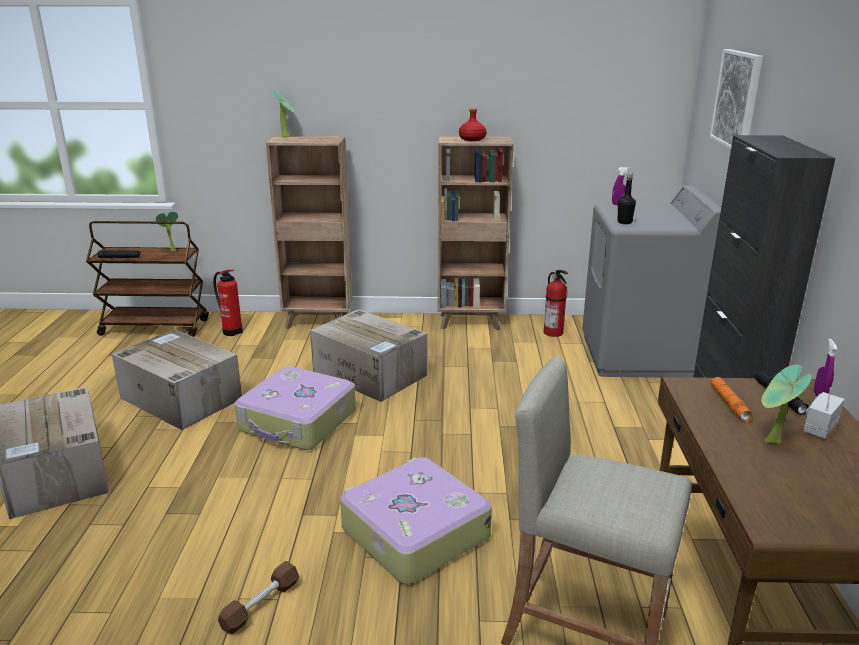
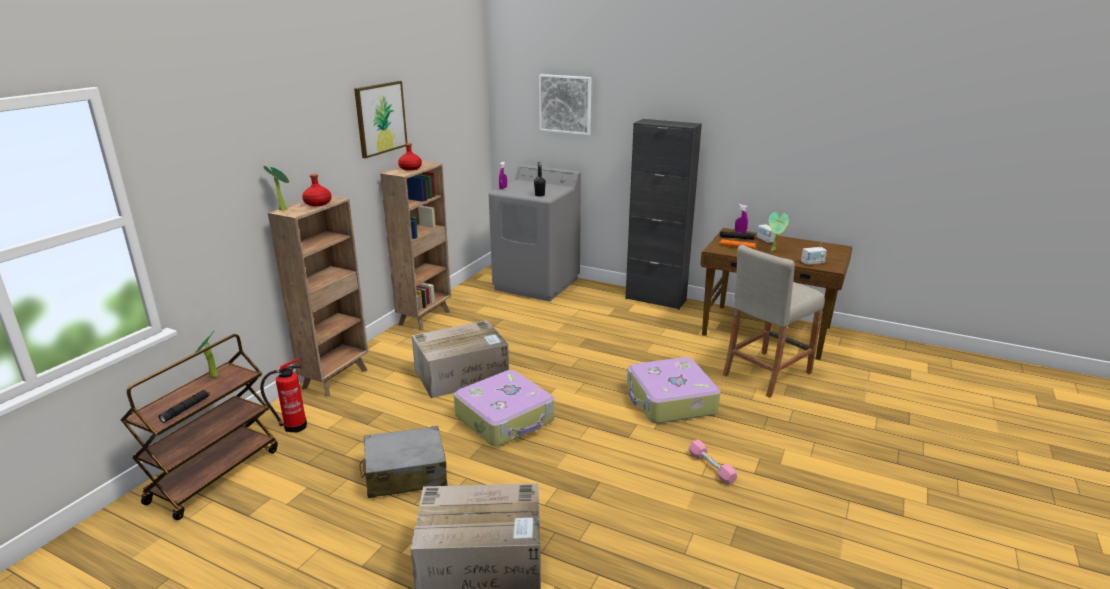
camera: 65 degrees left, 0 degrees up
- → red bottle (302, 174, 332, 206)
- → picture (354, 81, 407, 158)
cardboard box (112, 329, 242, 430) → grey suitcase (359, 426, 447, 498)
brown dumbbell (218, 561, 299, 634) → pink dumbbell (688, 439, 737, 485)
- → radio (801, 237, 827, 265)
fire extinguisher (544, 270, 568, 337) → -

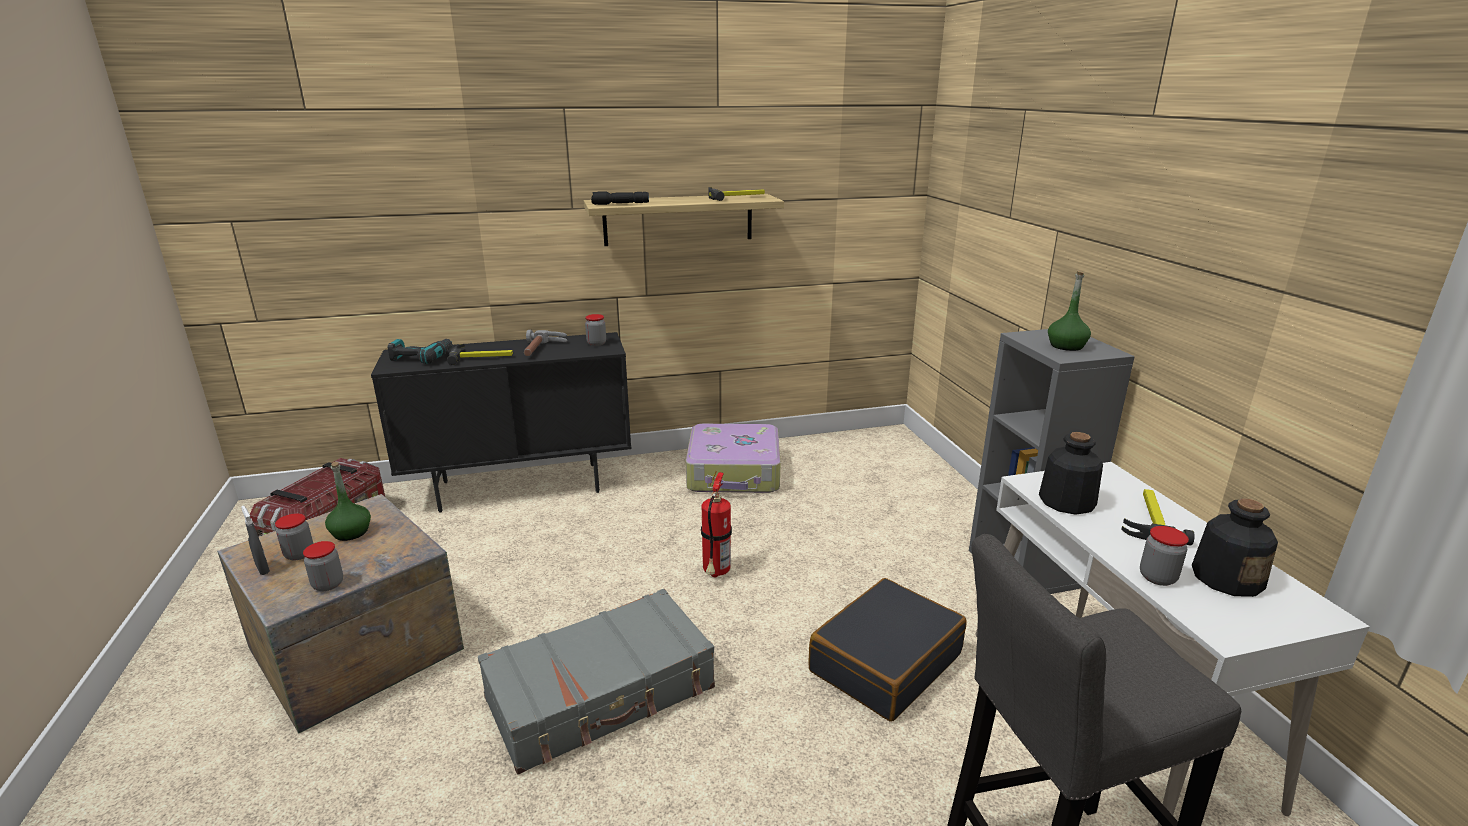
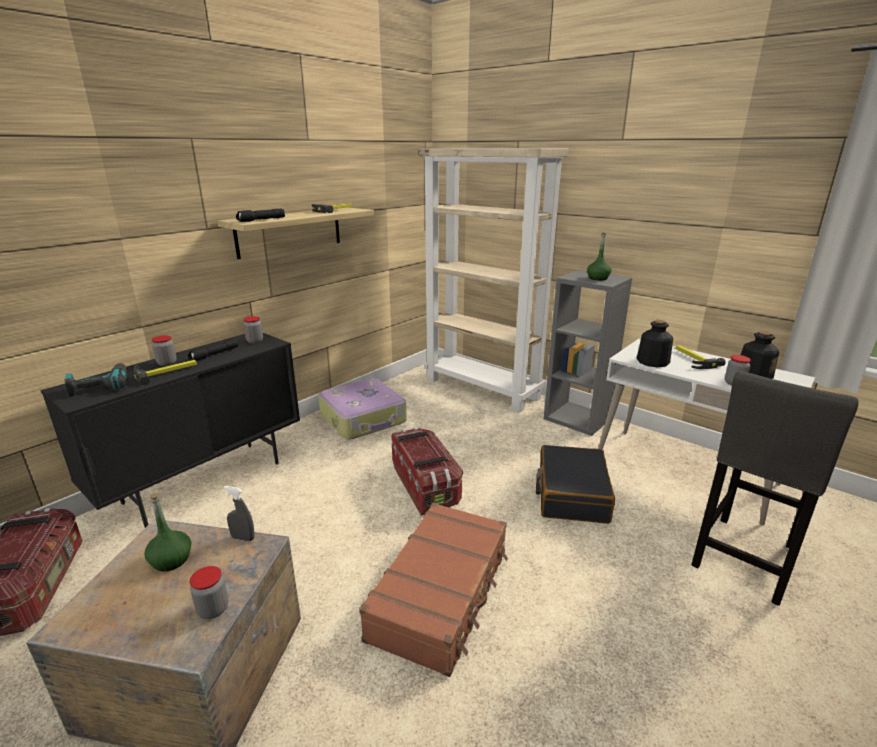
camera: 35 degrees left, 0 degrees up
jar (275, 513, 314, 561) → jar (152, 335, 176, 366), relocated
hammer (524, 330, 567, 356) → black flashlight (188, 339, 238, 361)
grey spray bottle (241, 506, 270, 575) → grey spray bottle (224, 486, 255, 541), relocated
grey suitcase (478, 589, 715, 775) → brown suitcase (359, 502, 508, 677)
fire extinguisher (701, 471, 732, 577) → storage box (391, 427, 463, 515)
- → beige bookcase (419, 148, 569, 413)

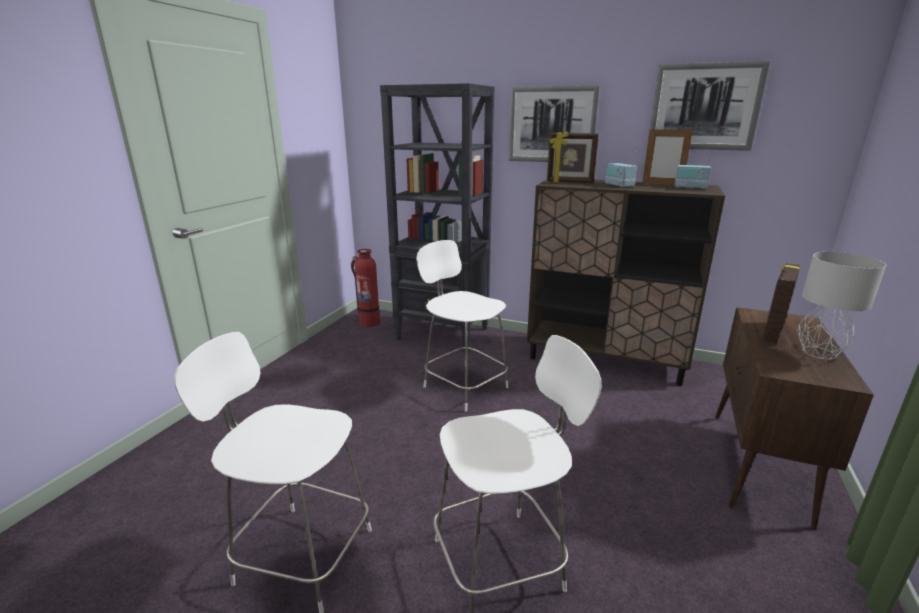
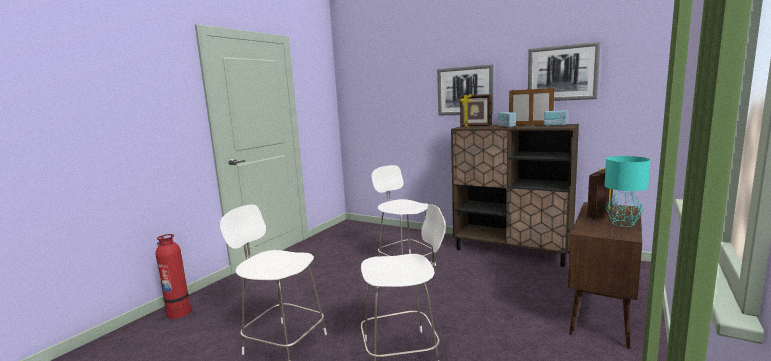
camera: 10 degrees right, 10 degrees down
fire extinguisher (351, 249, 380, 327) → fire extinguisher (156, 234, 191, 319), relocated
- → picture frame (509, 89, 534, 126)
grey table lamp (797, 252, 886, 359) → turquoise table lamp (604, 156, 650, 227)
black bookcase (380, 83, 495, 352) → -

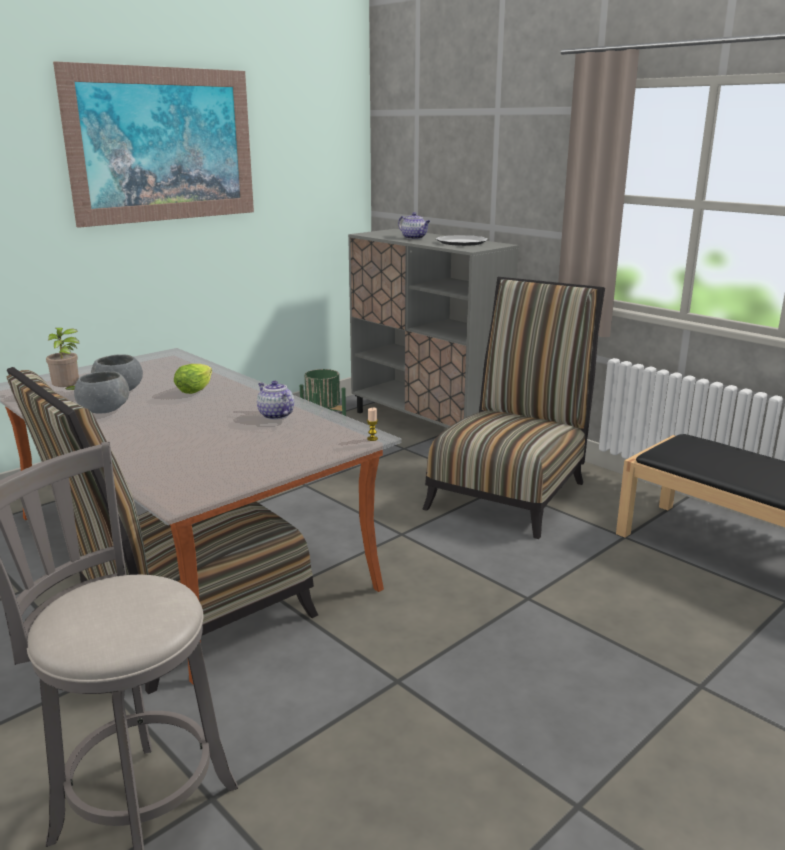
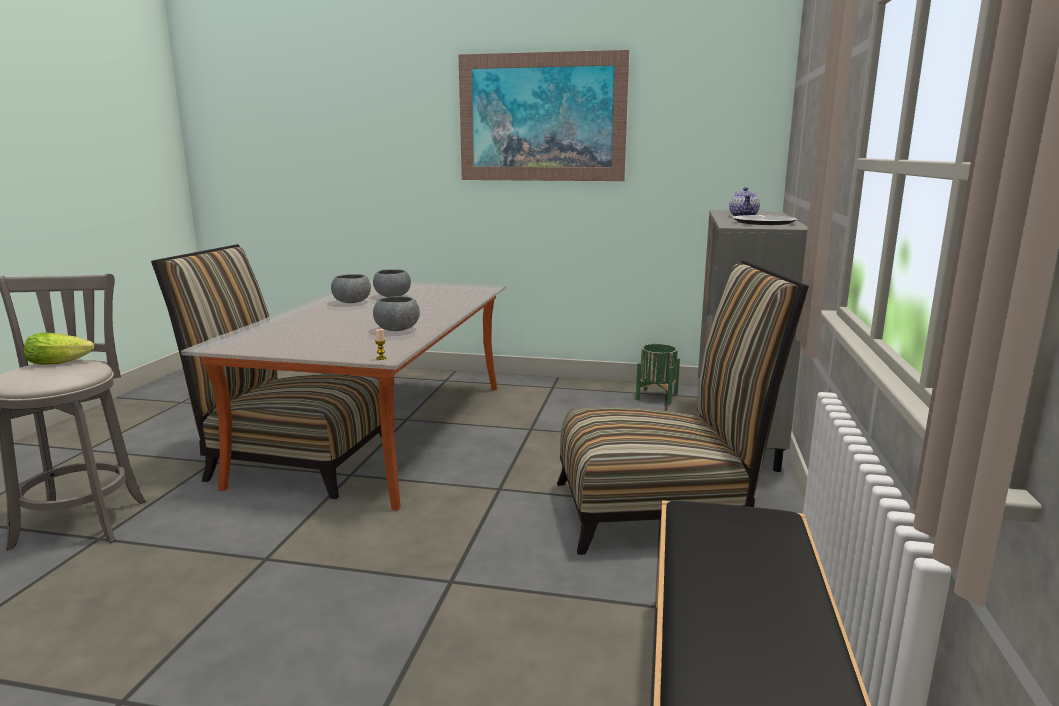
camera: 55 degrees right, 5 degrees down
lettuce (174, 364, 212, 394) → lettuce (23, 333, 94, 365), relocated
teapot (257, 381, 294, 420) → grey bowl (373, 296, 420, 331)
potted plant (46, 328, 79, 390) → -

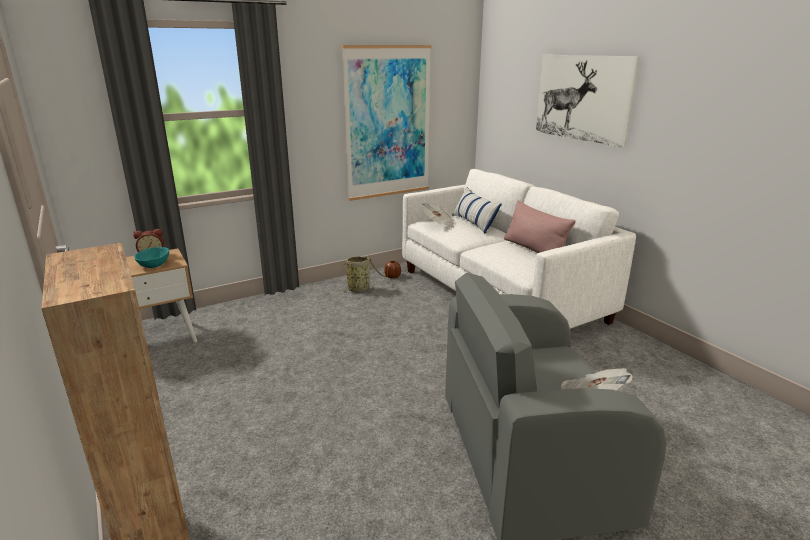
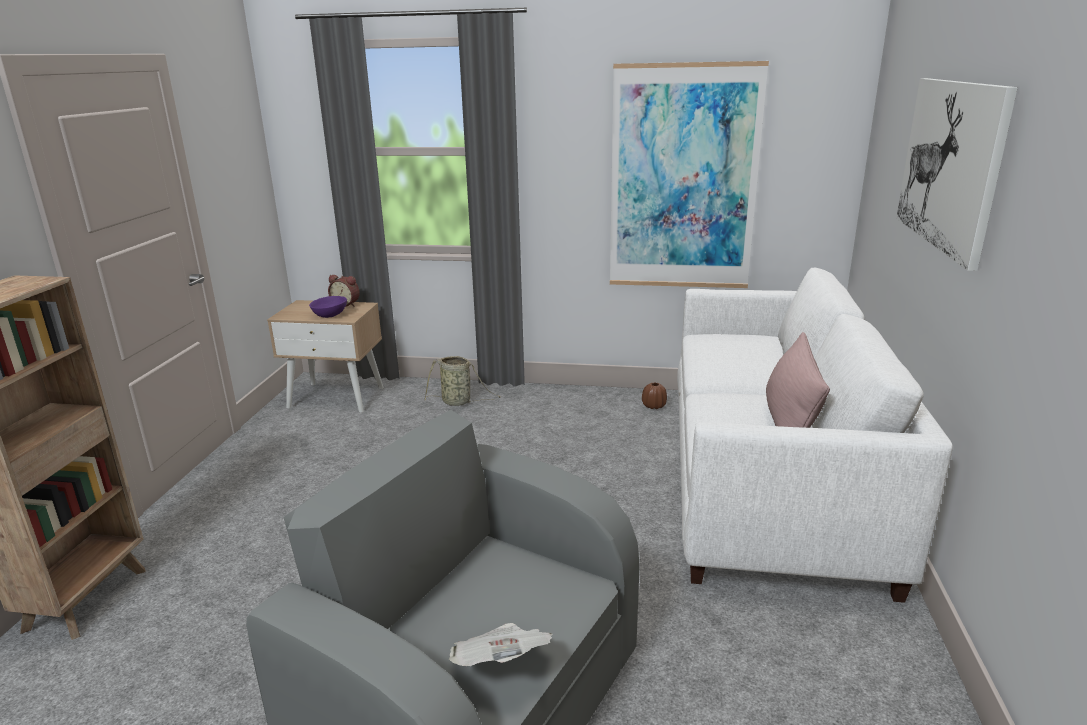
camera: 40 degrees right, 0 degrees up
turquoise bowl (134, 247, 169, 268) → purple bowl (309, 296, 347, 318)
basket (337, 256, 388, 293) → basket (424, 356, 500, 406), relocated
newspaper (422, 203, 454, 228) → -
pillow (452, 187, 502, 234) → -

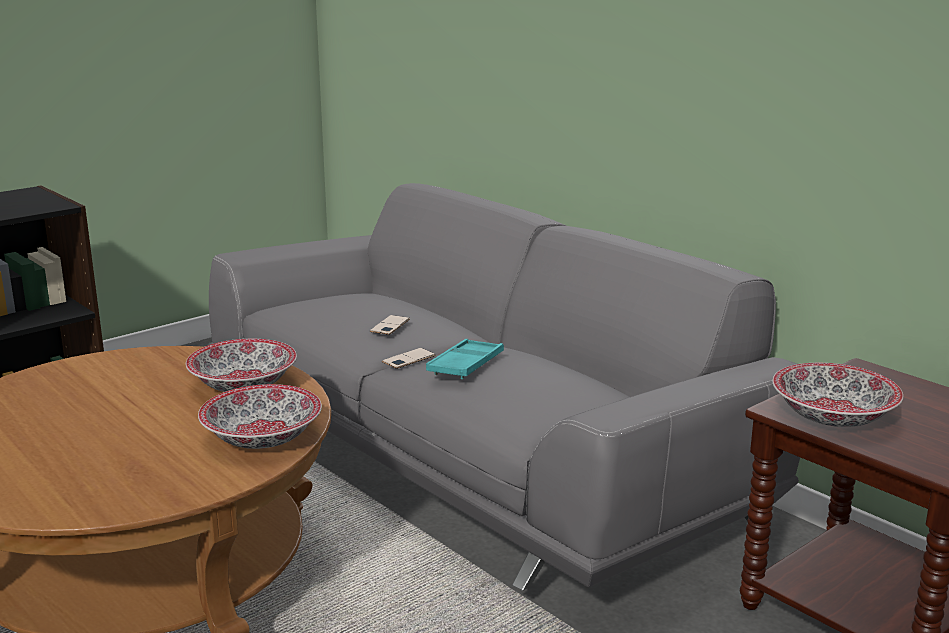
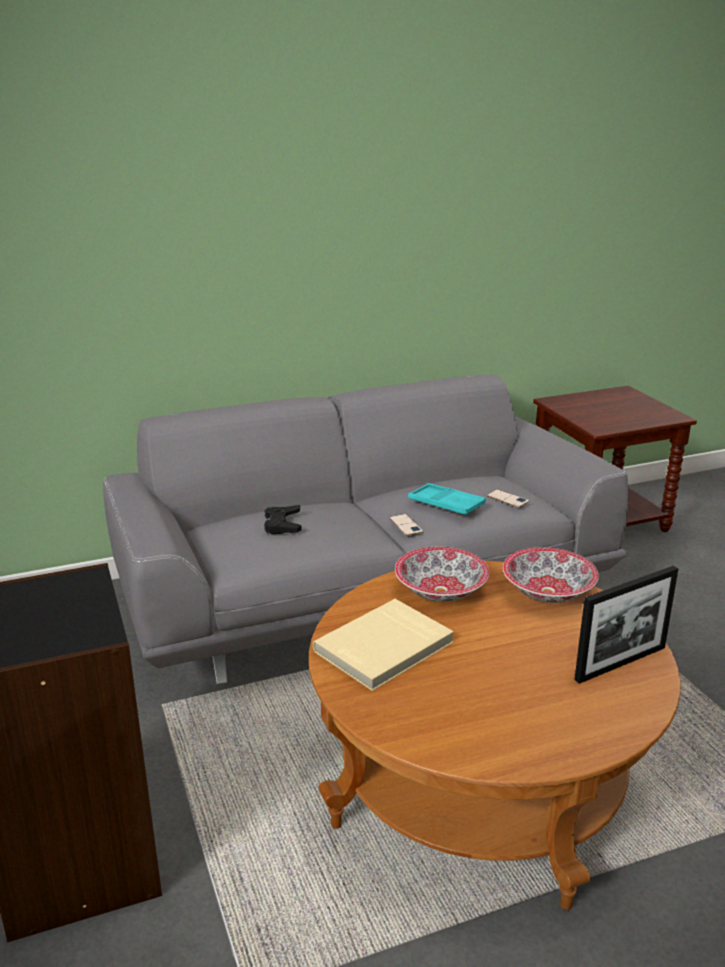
camera: 70 degrees left, 5 degrees up
- → black game controller (264, 505, 302, 534)
- → beige book (313, 599, 454, 691)
phone (370, 315, 410, 335) → phone (487, 489, 529, 508), relocated
- → picture frame (575, 566, 678, 684)
bowl (772, 363, 903, 427) → -

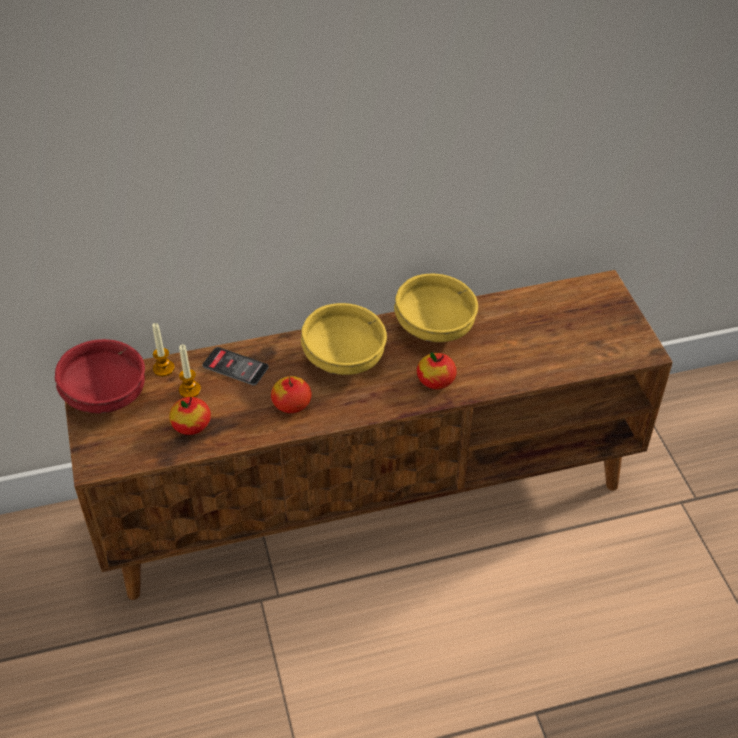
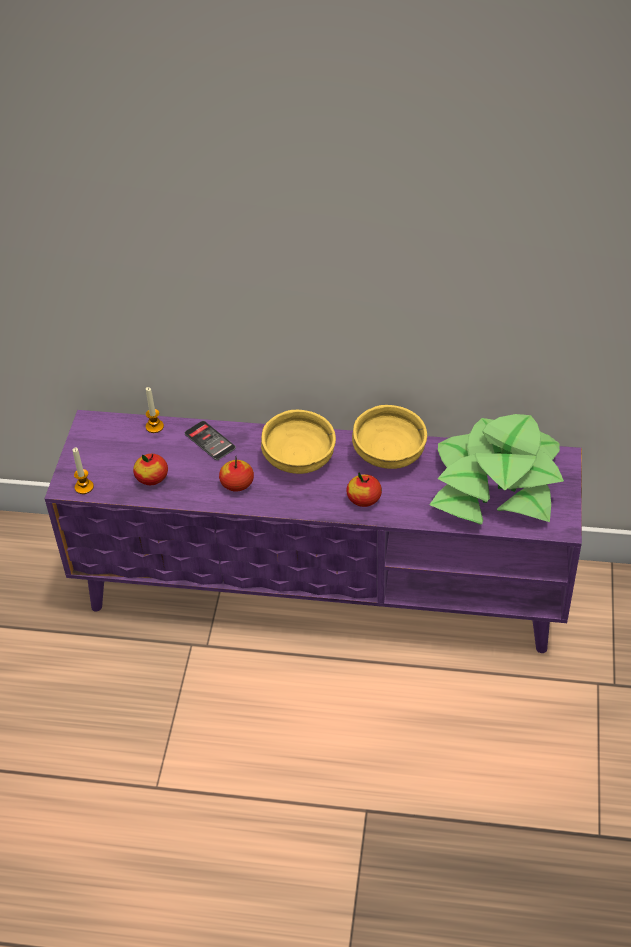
camera: 25 degrees right, 0 degrees up
brown tv stand (65, 270, 673, 600) → purple tv stand (44, 410, 582, 653)
candle (179, 344, 201, 398) → candle (73, 447, 94, 494), relocated
- → potted plant (429, 414, 564, 524)
red bowl (55, 339, 145, 413) → -

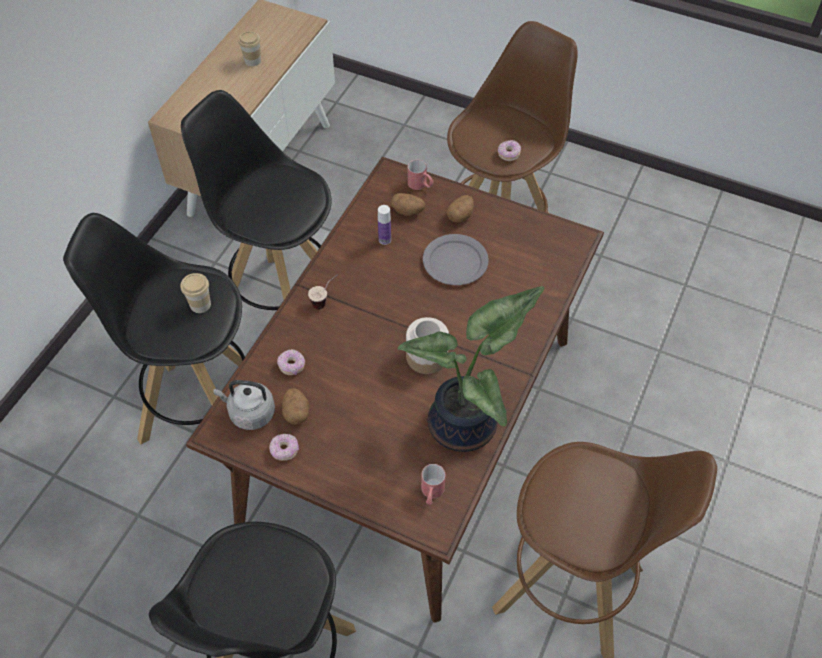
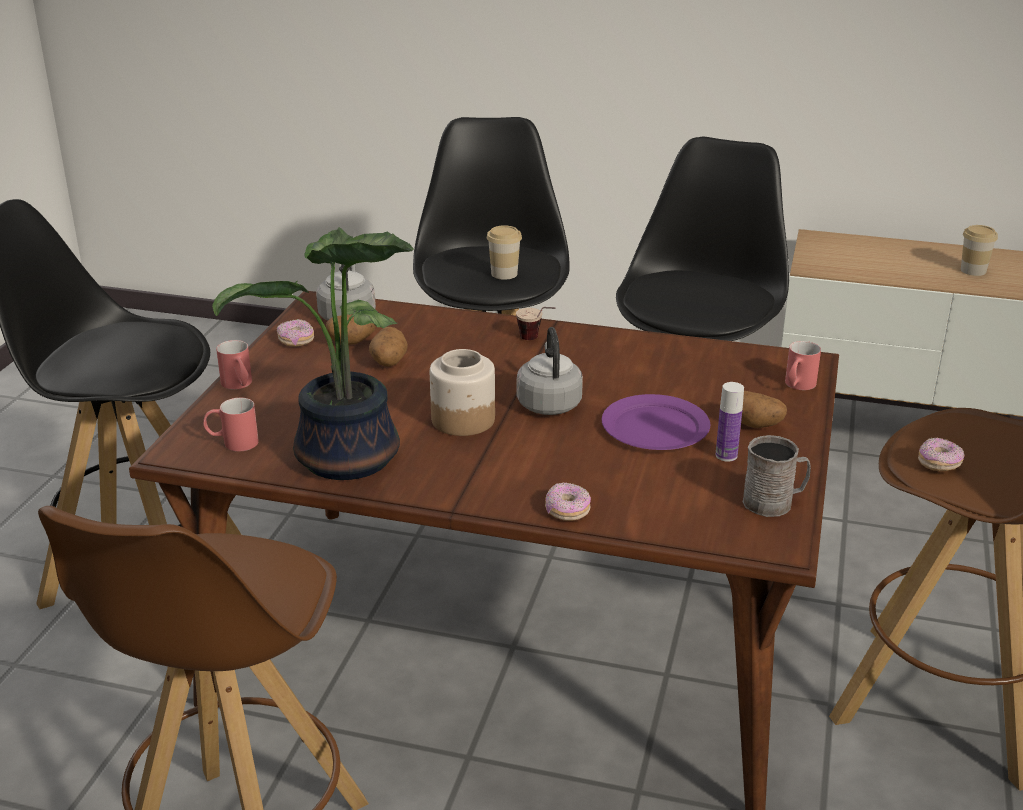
camera: 80 degrees right, 25 degrees down
- → red mug (216, 340, 252, 389)
potato (391, 193, 425, 216) → potato (369, 327, 408, 367), relocated
- → grey kettle (517, 327, 583, 415)
donut (277, 349, 305, 375) → donut (545, 482, 591, 521), relocated
grey plate (423, 234, 489, 285) → purple plate (602, 394, 710, 450)
bottle (378, 205, 391, 245) → bottle (716, 382, 744, 462), relocated
- → grey mug (743, 435, 811, 517)

